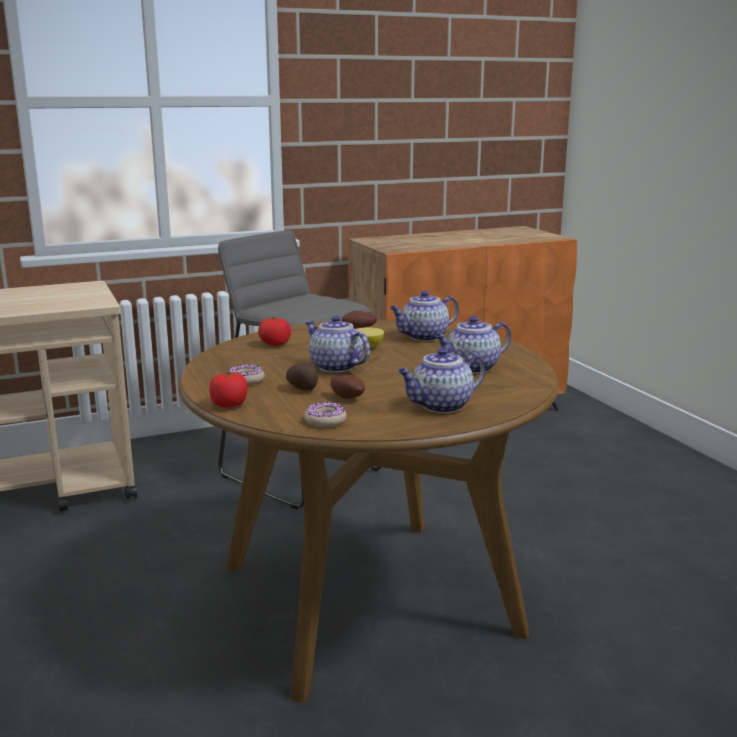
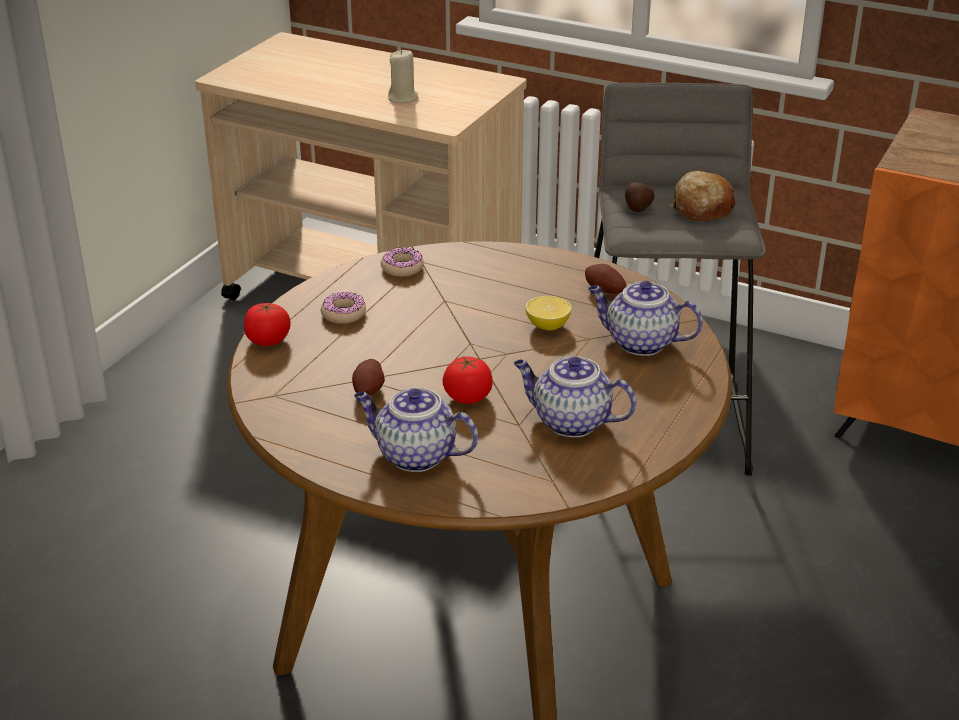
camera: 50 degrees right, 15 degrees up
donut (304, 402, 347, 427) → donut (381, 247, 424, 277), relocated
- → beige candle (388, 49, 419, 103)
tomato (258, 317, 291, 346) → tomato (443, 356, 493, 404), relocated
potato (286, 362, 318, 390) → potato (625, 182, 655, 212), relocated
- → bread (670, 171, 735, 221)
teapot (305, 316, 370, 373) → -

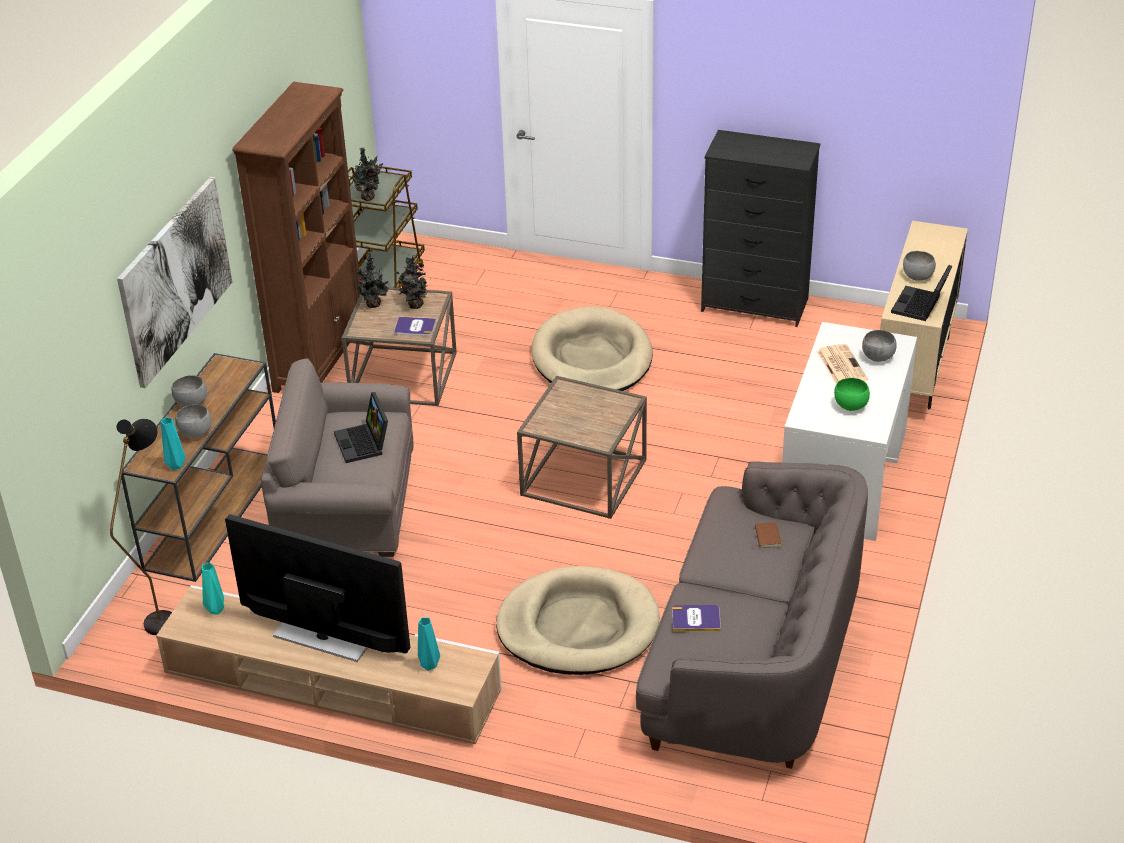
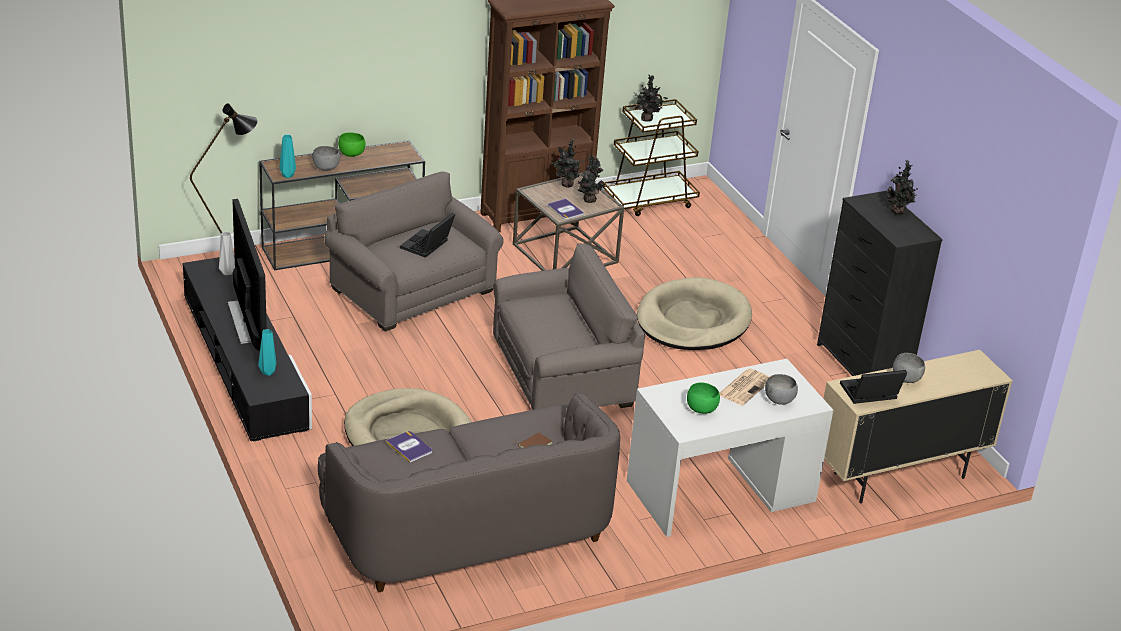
camera: 45 degrees right, 5 degrees down
beige tv stand (156, 585, 502, 744) → black tv stand (183, 255, 312, 442)
turquoise vase (202, 562, 224, 615) → grey vase (219, 231, 235, 275)
grey bowl (171, 375, 207, 407) → green bowl (338, 132, 366, 157)
brown side table (517, 376, 647, 519) → grey armchair (493, 243, 645, 410)
- → potted plant (886, 160, 918, 215)
picture (117, 177, 232, 388) → -

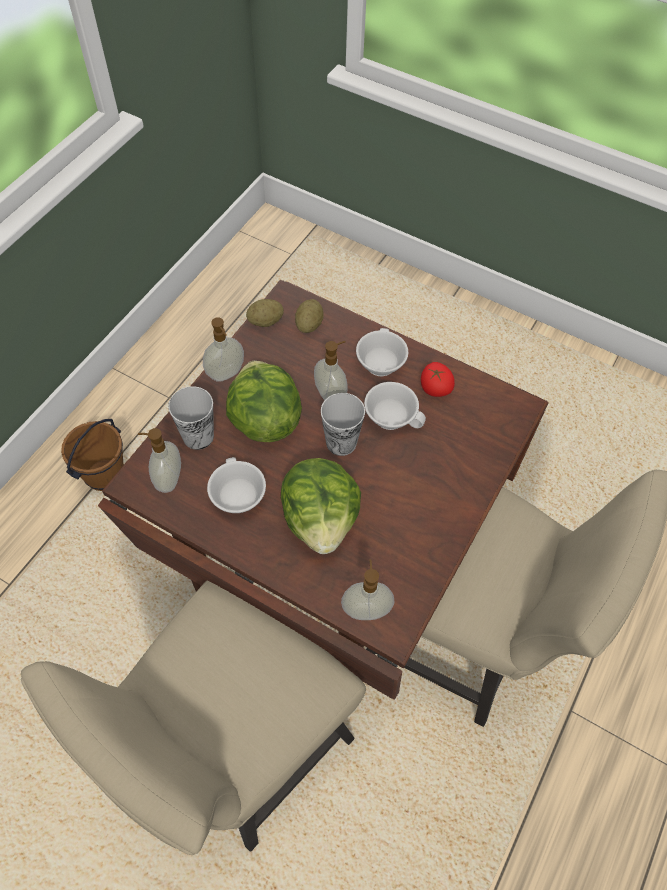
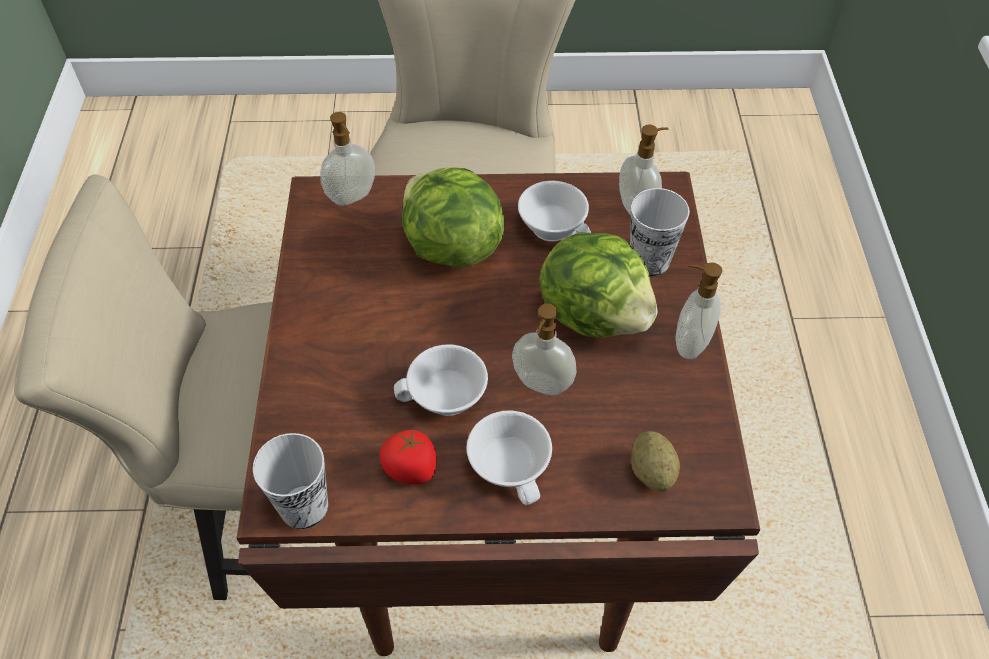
camera: 150 degrees right, 5 degrees down
cup (321, 393, 365, 456) → cup (253, 433, 328, 529), relocated
brown bucket (61, 419, 124, 491) → -
potato (246, 299, 284, 327) → -

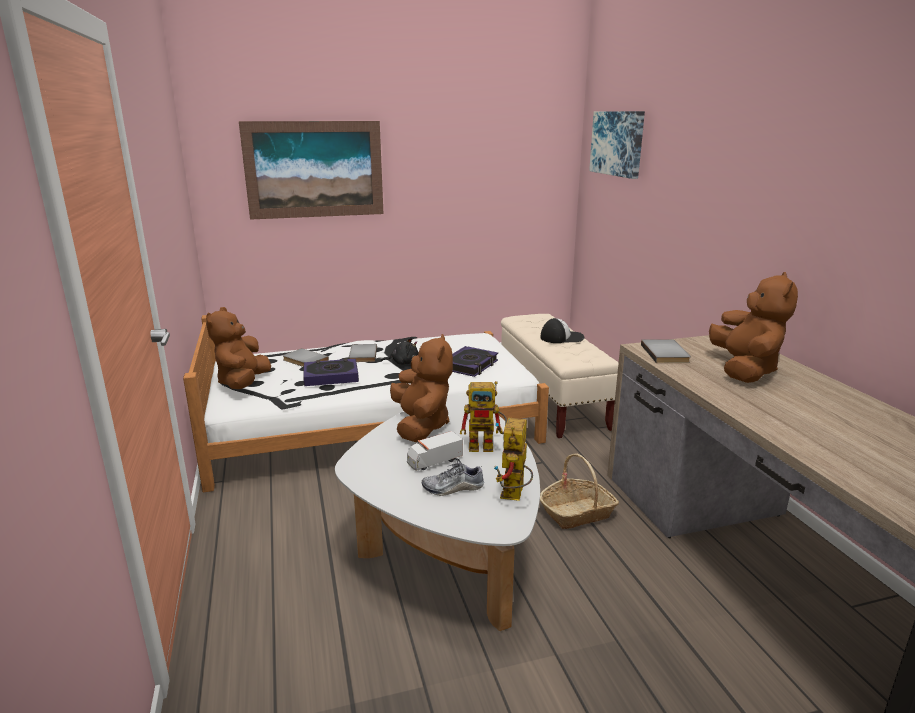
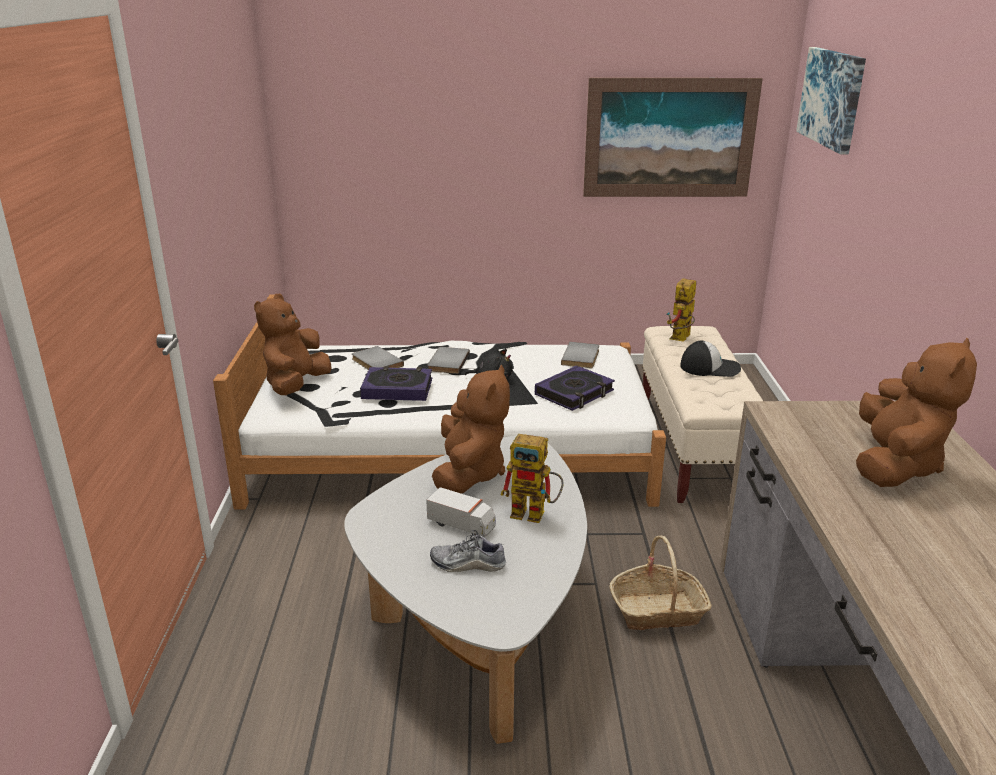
camera: 15 degrees right, 5 degrees up
toy truck (407, 431, 463, 471) → toy truck (426, 487, 496, 537), 135 degrees counterclockwise
grey book (641, 339, 691, 363) → grey book (561, 342, 599, 368), relocated
picture (239, 121, 384, 220) → picture (583, 78, 763, 197), relocated
toy robot (494, 418, 533, 501) → toy robot (667, 279, 696, 342), relocated

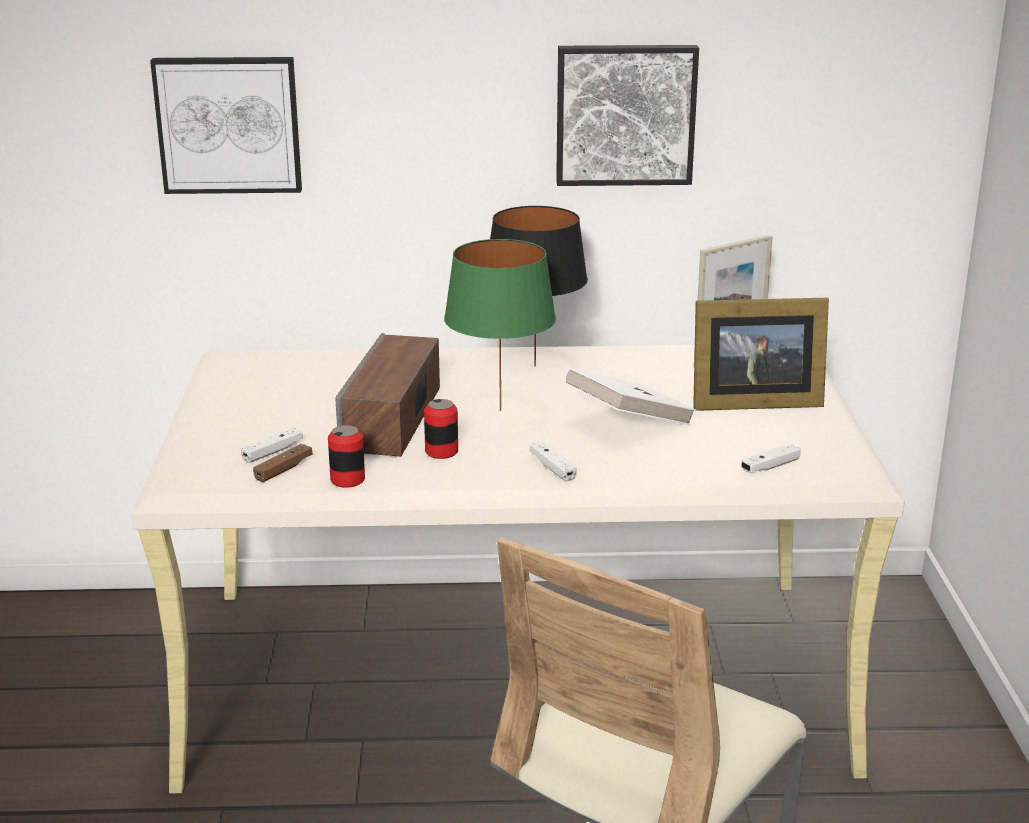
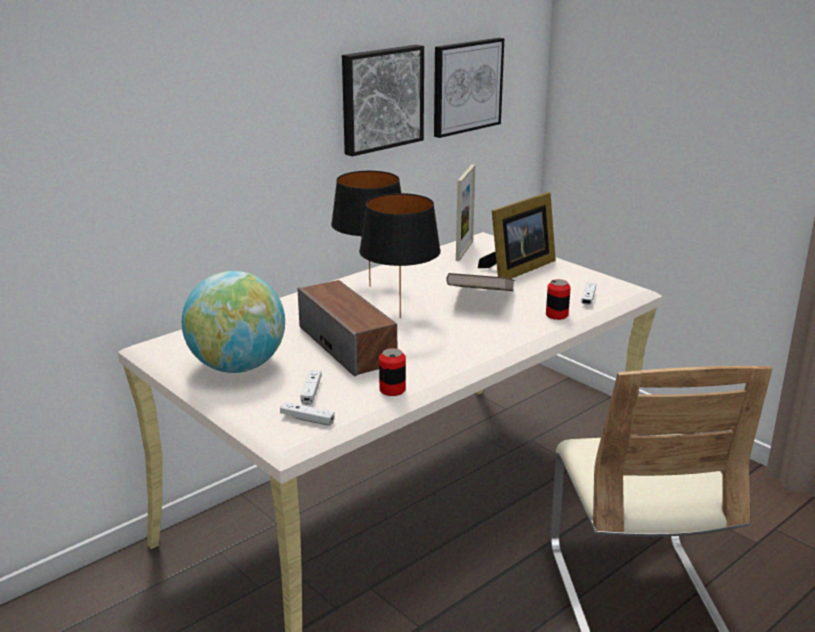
camera: 40 degrees left, 0 degrees up
- → globe (182, 271, 285, 373)
white game controller (529, 441, 577, 481) → white game controller (280, 402, 335, 426), relocated
green table lamp (444, 239, 556, 411) → black table lamp (359, 193, 441, 318)
picture (150, 57, 302, 194) → picture (434, 38, 504, 138), relocated
white book (564, 368, 696, 425) → brown book (446, 273, 515, 291)
can (424, 399, 458, 459) → can (546, 279, 571, 320), relocated
brown game controller (253, 444, 312, 482) → -

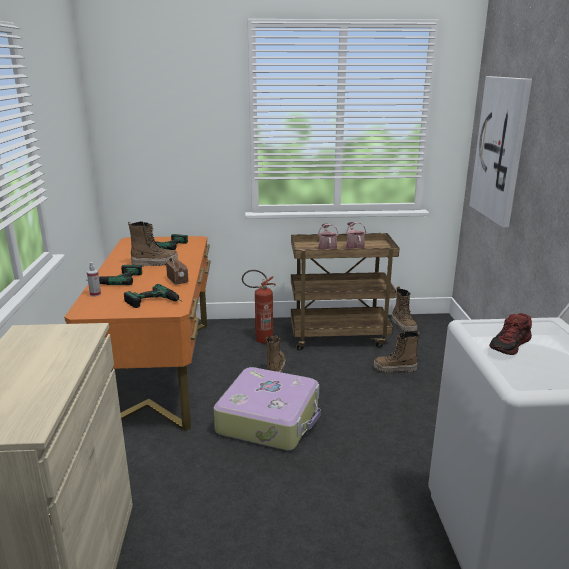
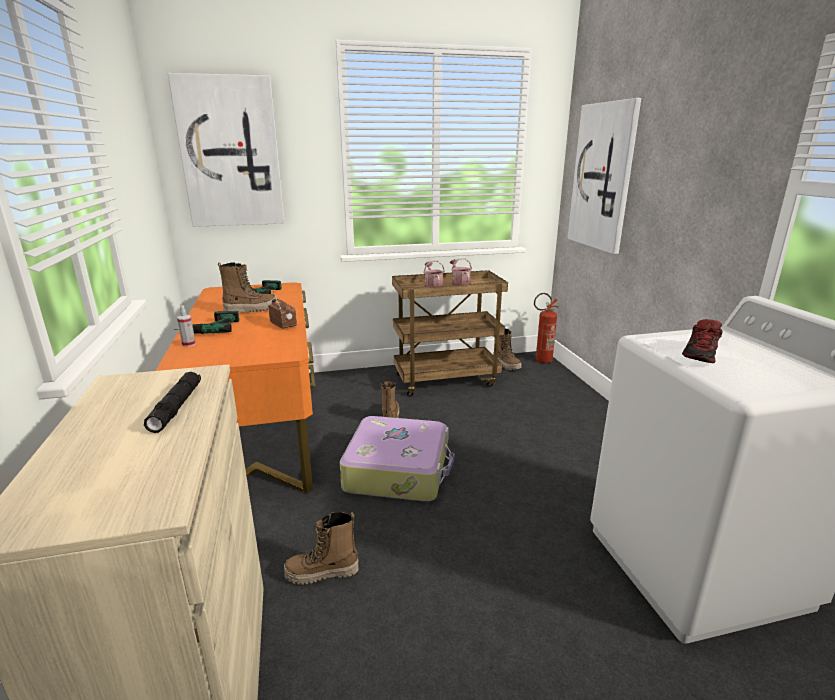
camera: 10 degrees left, 0 degrees up
- → black flashlight (144, 372, 201, 433)
- → picture (168, 73, 285, 227)
boot (374, 331, 420, 372) → boot (284, 512, 359, 585), relocated
fire extinguisher (242, 270, 276, 343) → fire extinguisher (534, 293, 558, 363), relocated
power drill (124, 284, 183, 308) → -

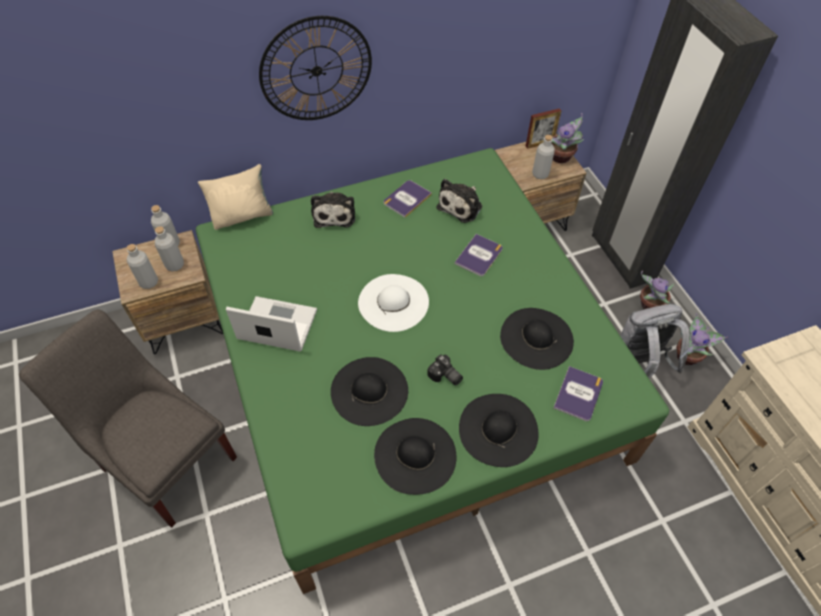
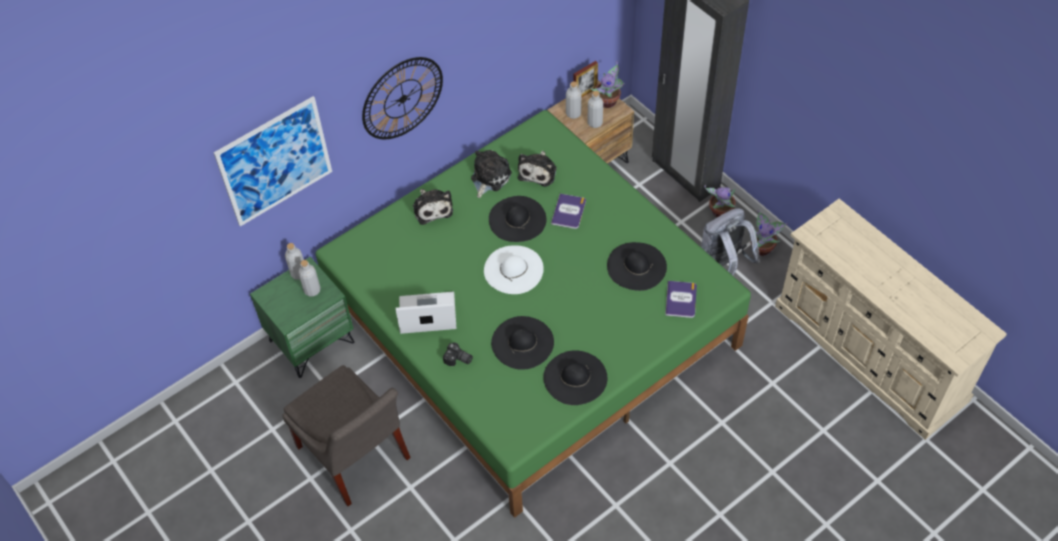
camera: 15 degrees left, 0 degrees up
- → picture (214, 96, 332, 226)
brown nightstand (112, 230, 223, 354) → green nightstand (250, 257, 354, 378)
grey chair (19, 309, 237, 528) → grey chair (283, 365, 411, 506), 150 degrees counterclockwise
photo camera (427, 354, 463, 386) → photo camera (443, 342, 473, 366), relocated
book (384, 180, 432, 218) → plush toy (471, 150, 512, 198)
black hat (459, 394, 539, 467) → black hat (489, 196, 547, 242), relocated
grey bottle (127, 244, 158, 289) → grey bottle (566, 81, 582, 119), relocated
beige pillow (198, 164, 273, 230) → -

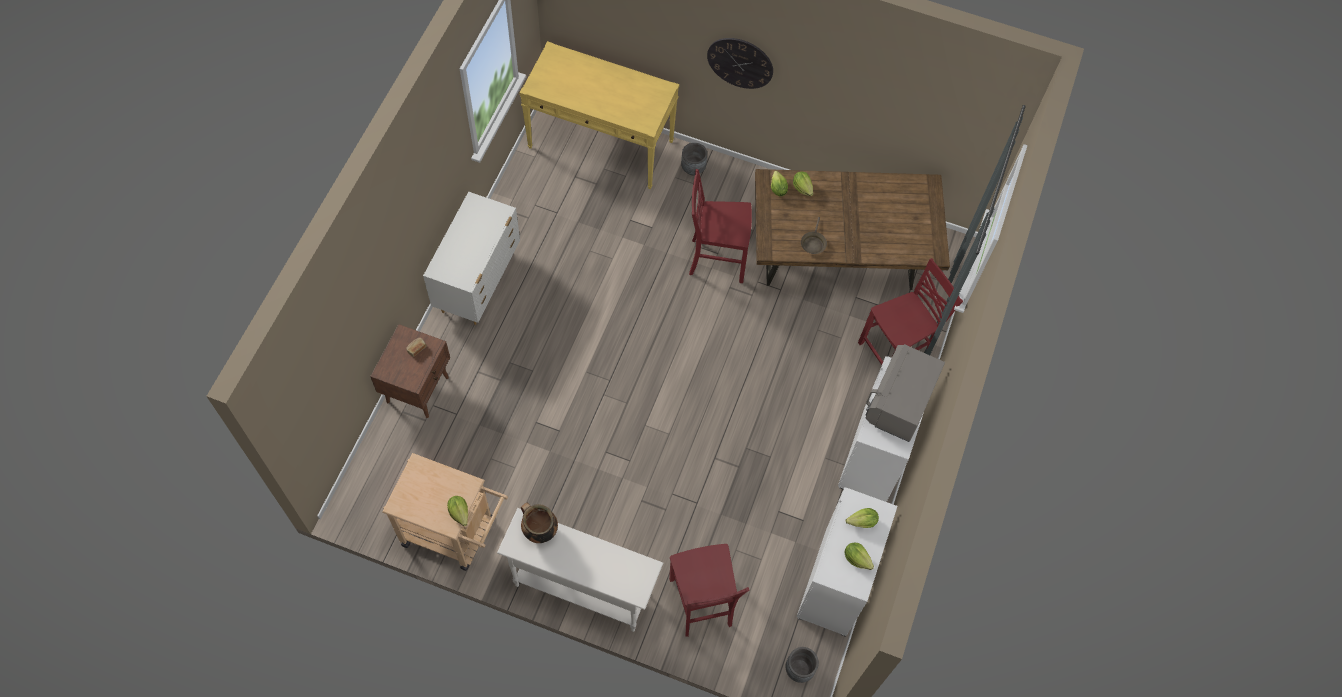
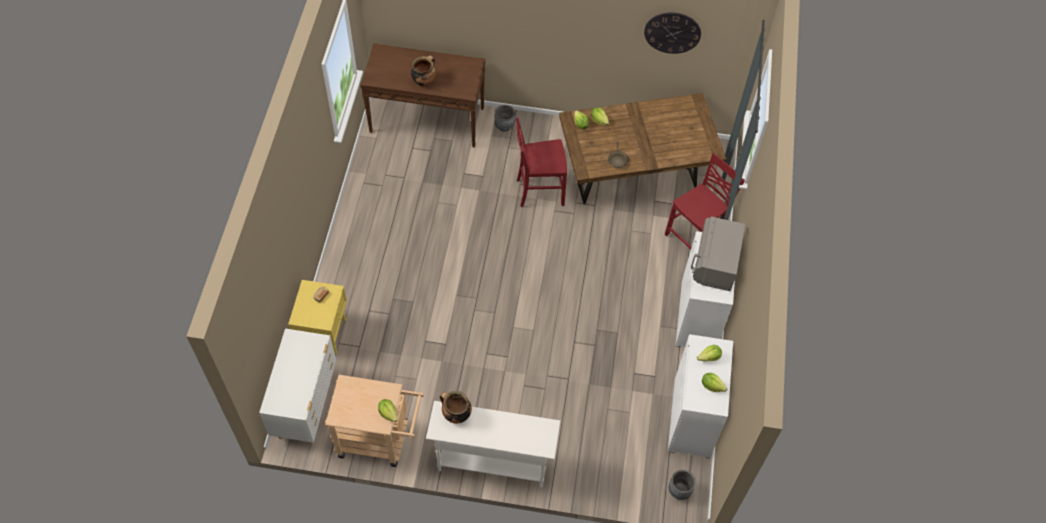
camera: 10 degrees left, 5 degrees down
white dresser (423, 192, 520, 325) → white dresser (259, 328, 336, 444), relocated
brown nightstand (370, 324, 450, 418) → yellow nightstand (288, 280, 347, 354)
yellow console table (519, 41, 680, 189) → brown console table (360, 43, 486, 148)
- → cooking pot (411, 55, 436, 87)
wall clock (707, 38, 773, 89) → wall clock (644, 12, 701, 54), relocated
red chair (669, 544, 749, 637) → -

